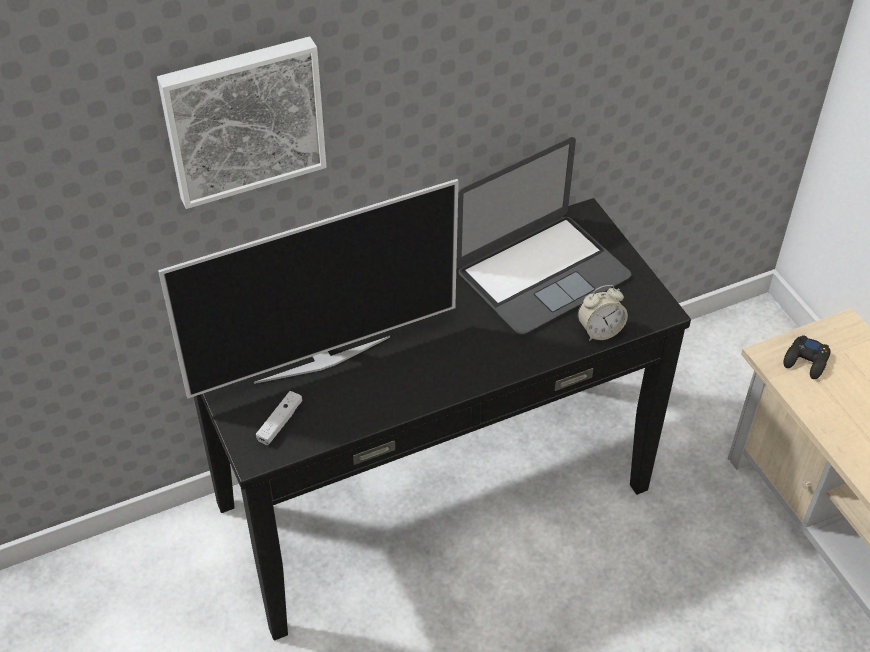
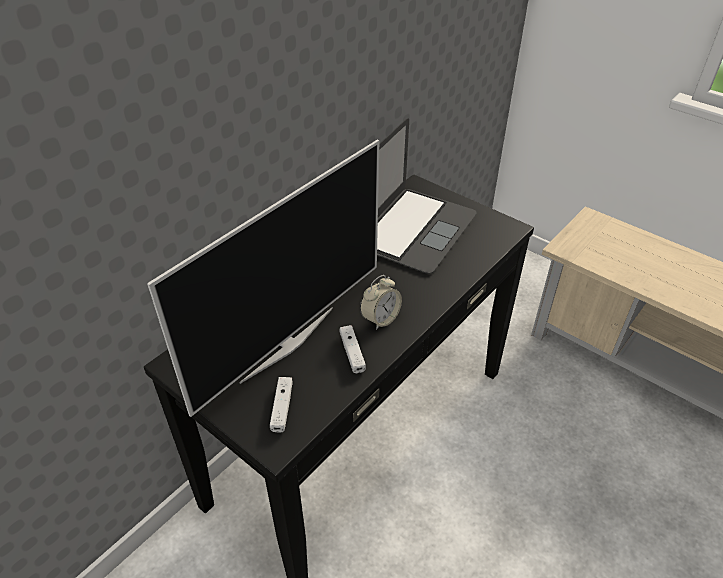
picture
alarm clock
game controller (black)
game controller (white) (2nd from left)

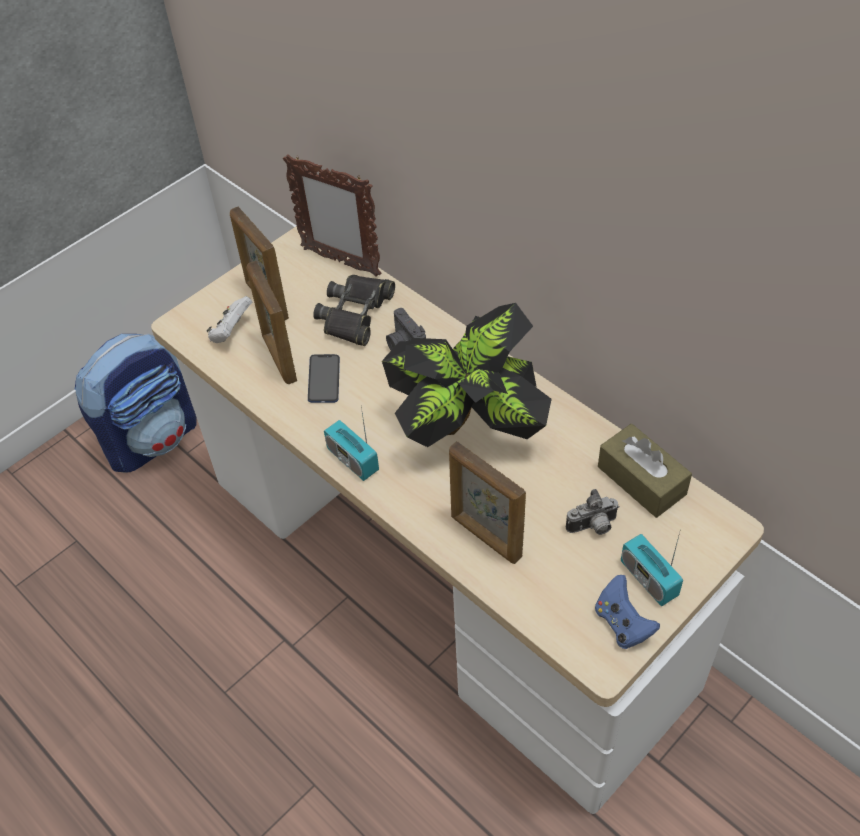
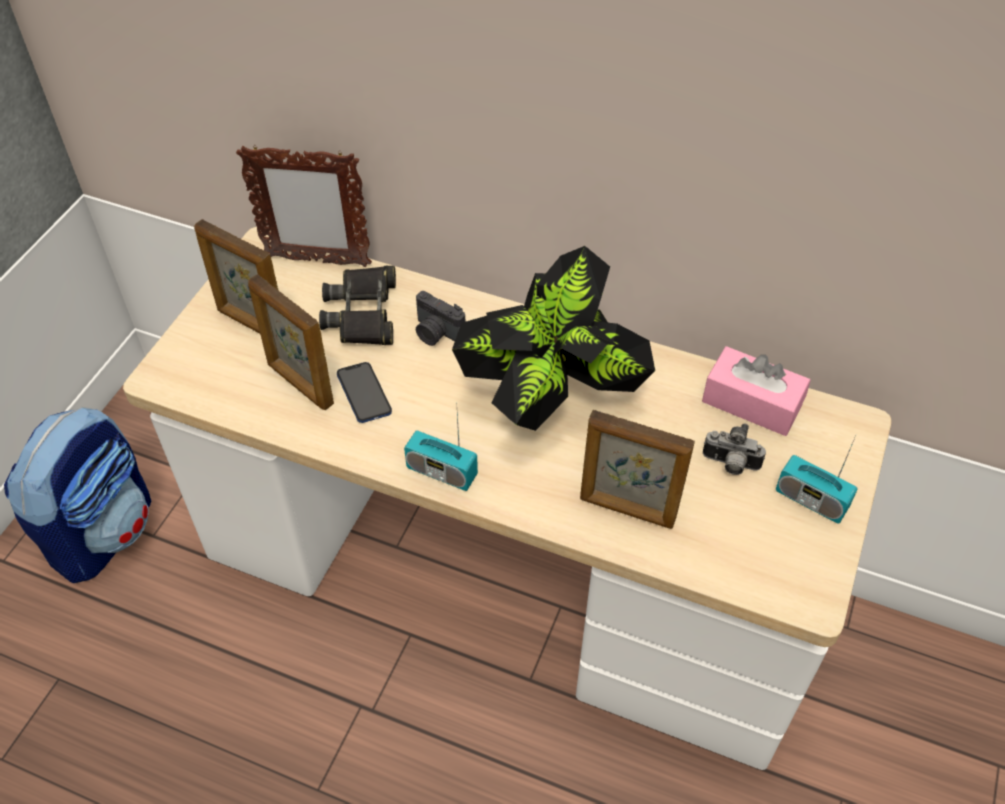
game controller (white)
photo camera (2nd from left)
game controller (blue)
tissue box (pink)

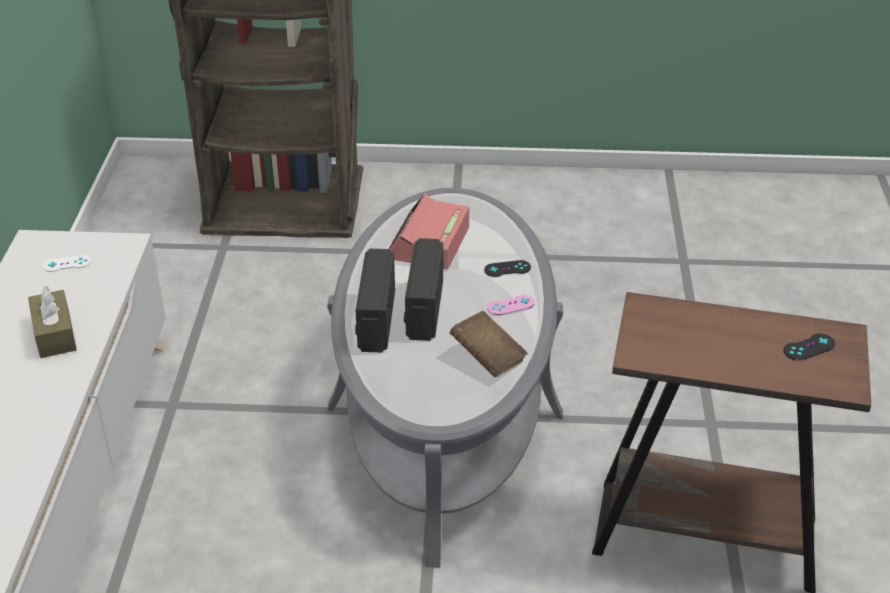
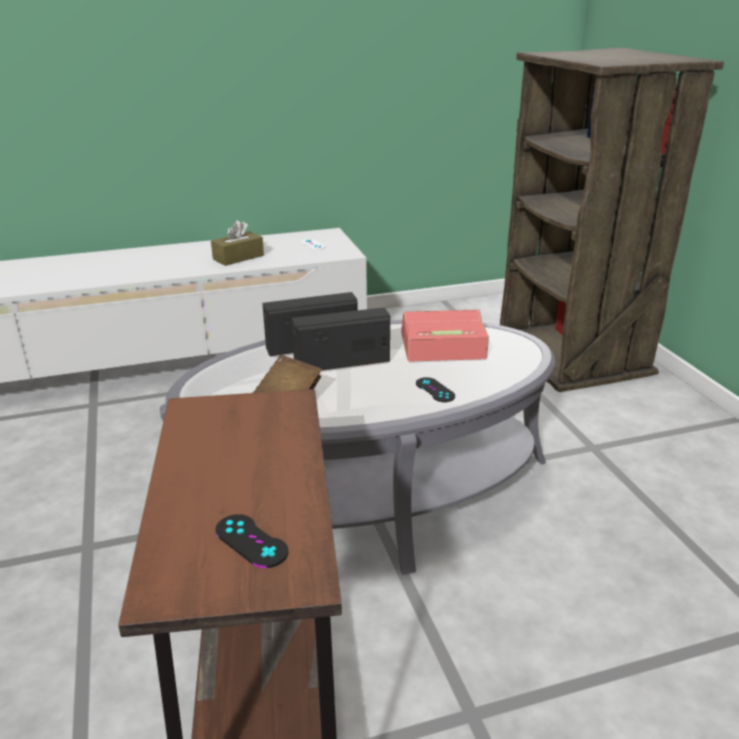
game controller (pink)

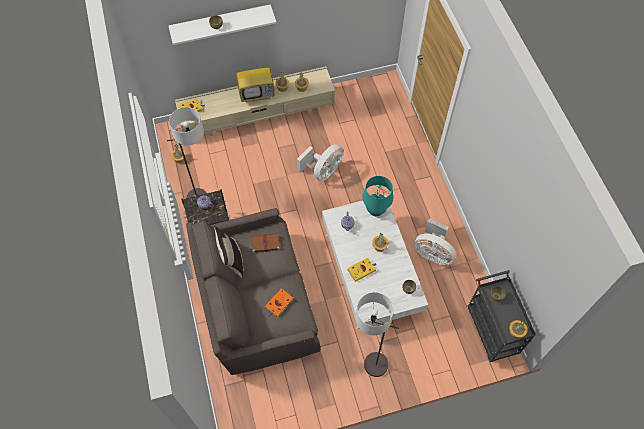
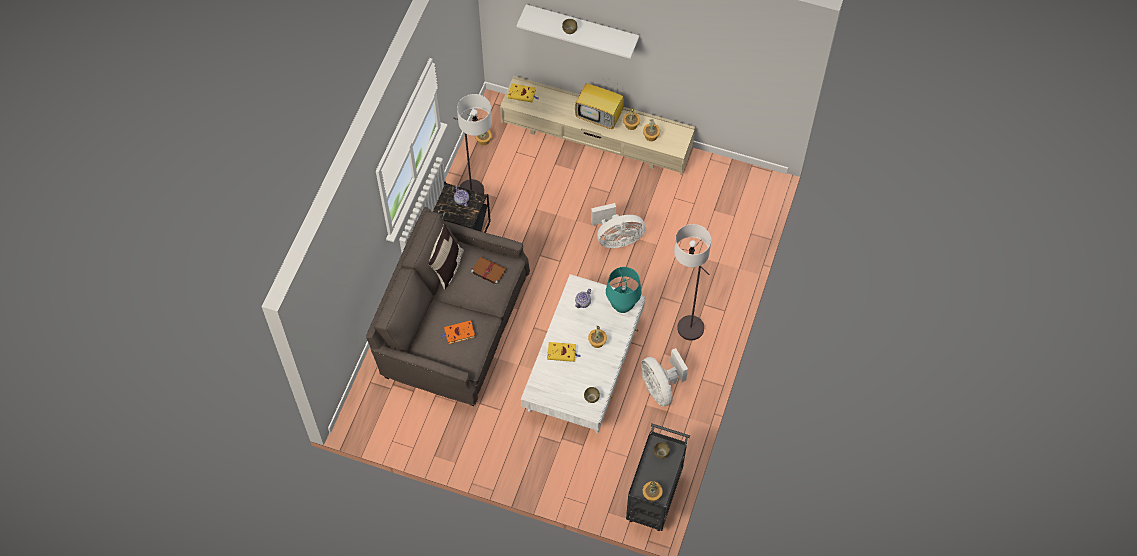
floor lamp (white) (2nd from left)

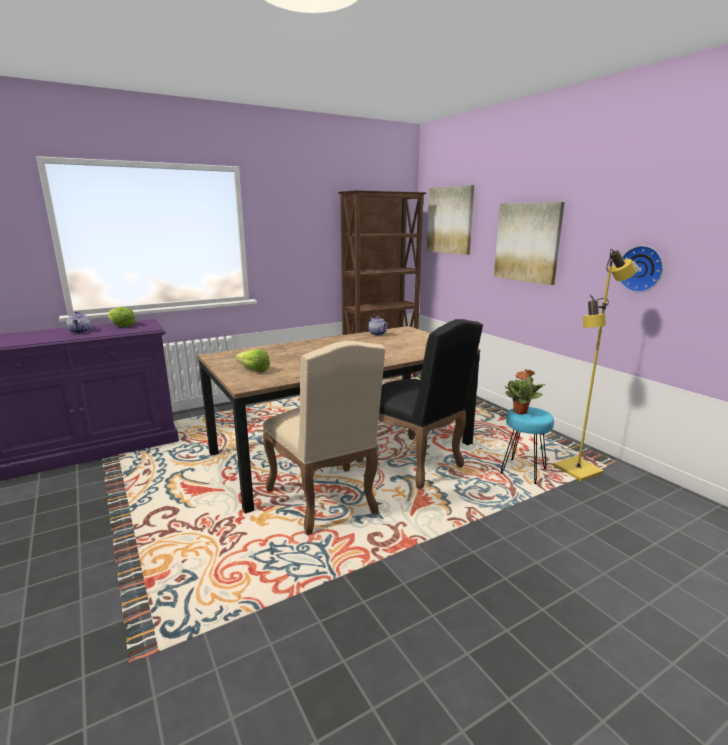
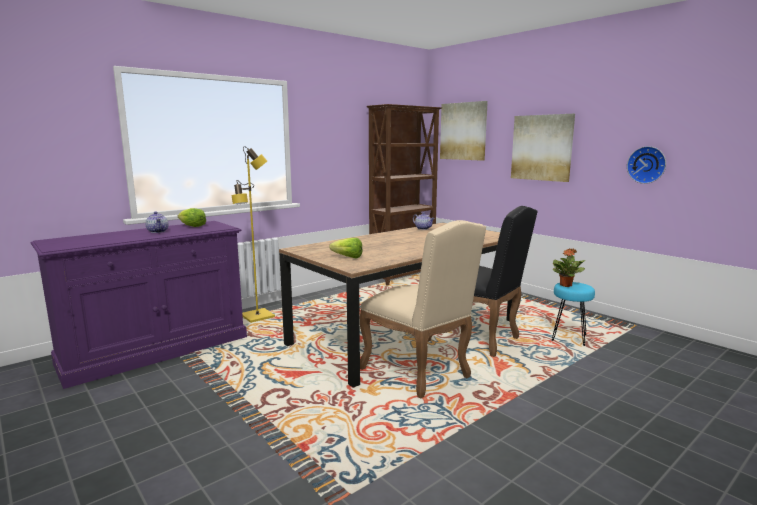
floor lamp (yellow)

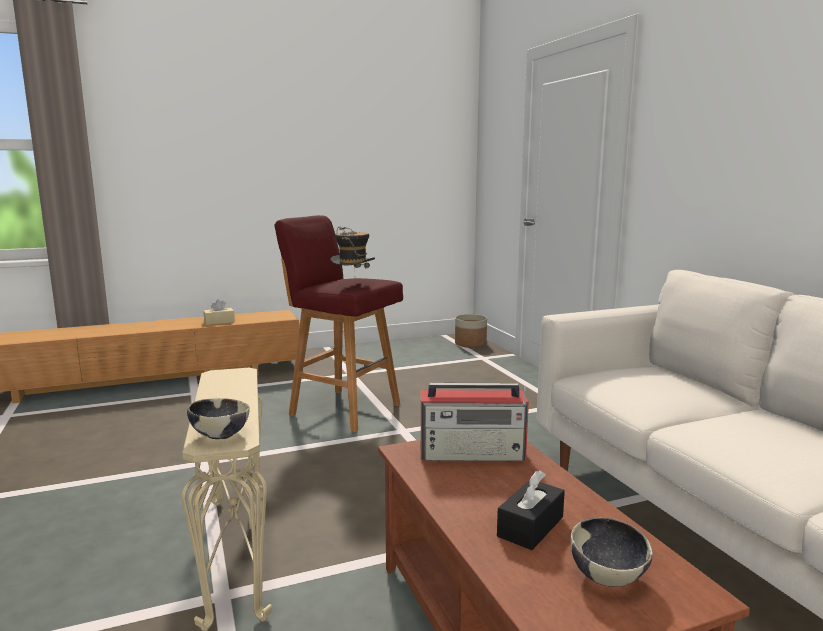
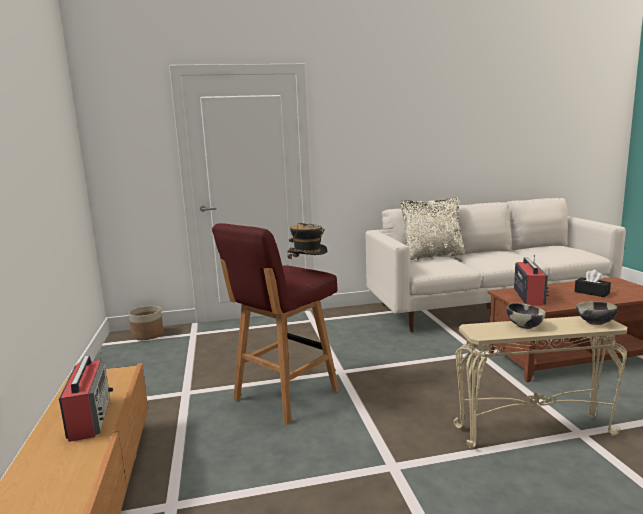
radio (1st from left)
bowl (1st from left)
pillow (beige)

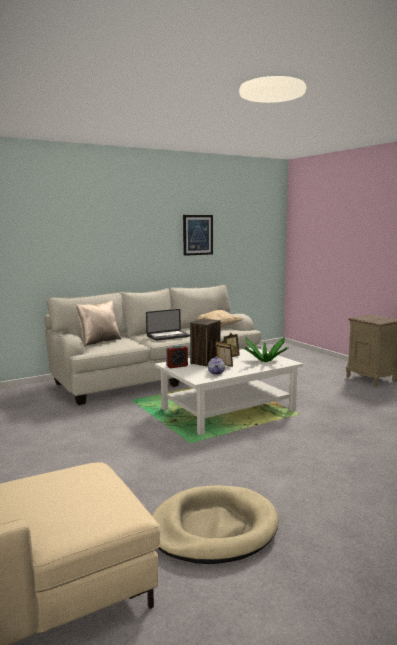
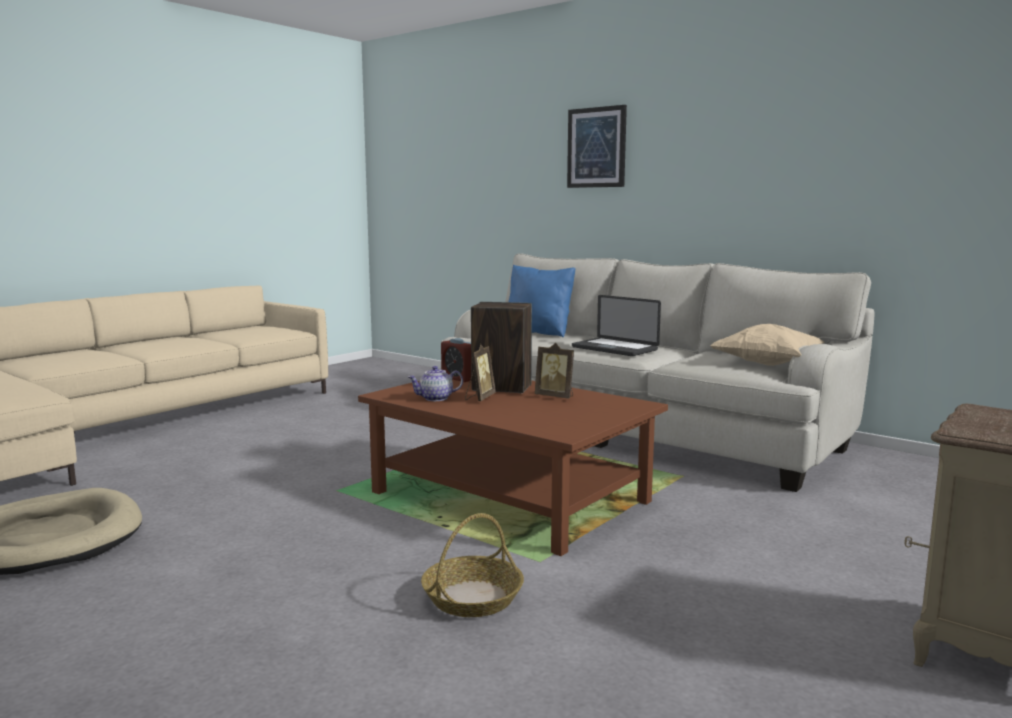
pillow (blue)
coffee table (brown)
picture
potted plant
basket

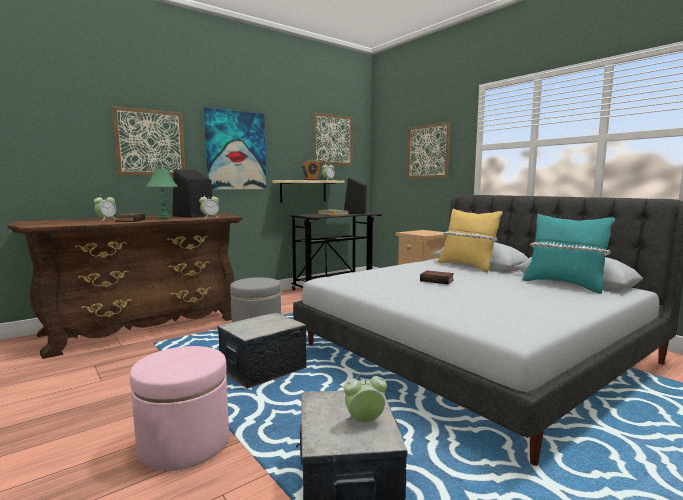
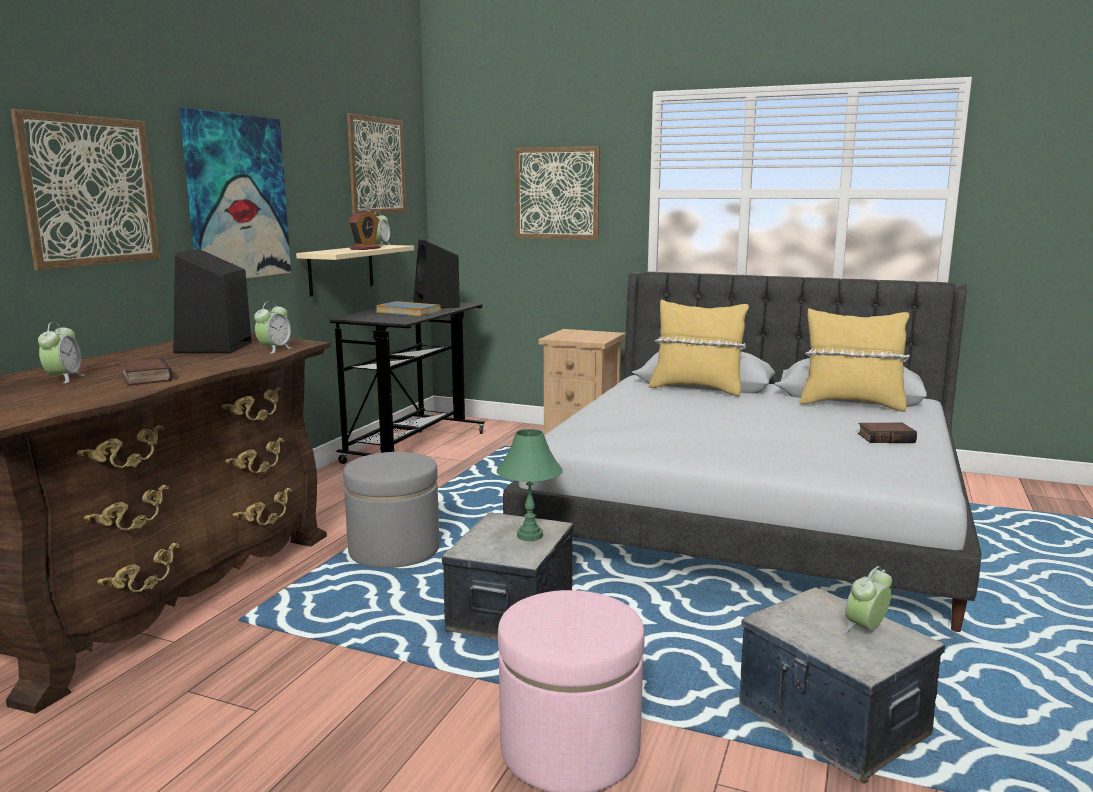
table lamp (green)
book (3rd from left)
pillow (yellow) (2nd from left)

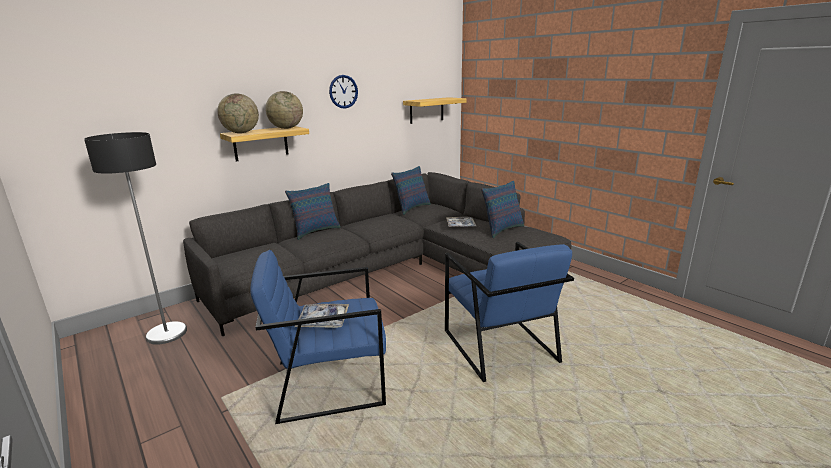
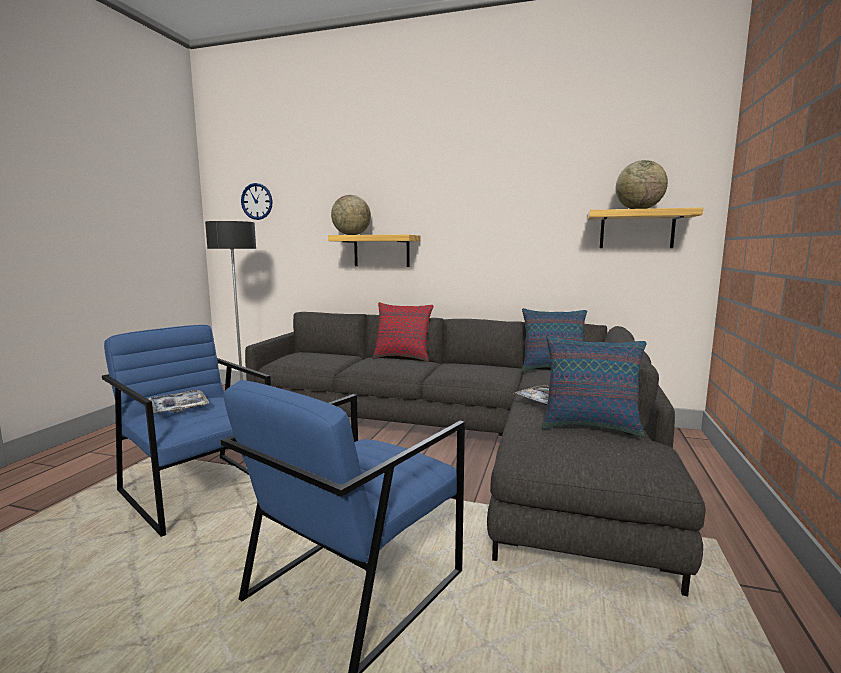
globe (2nd from left)
pillow (red)
wall clock

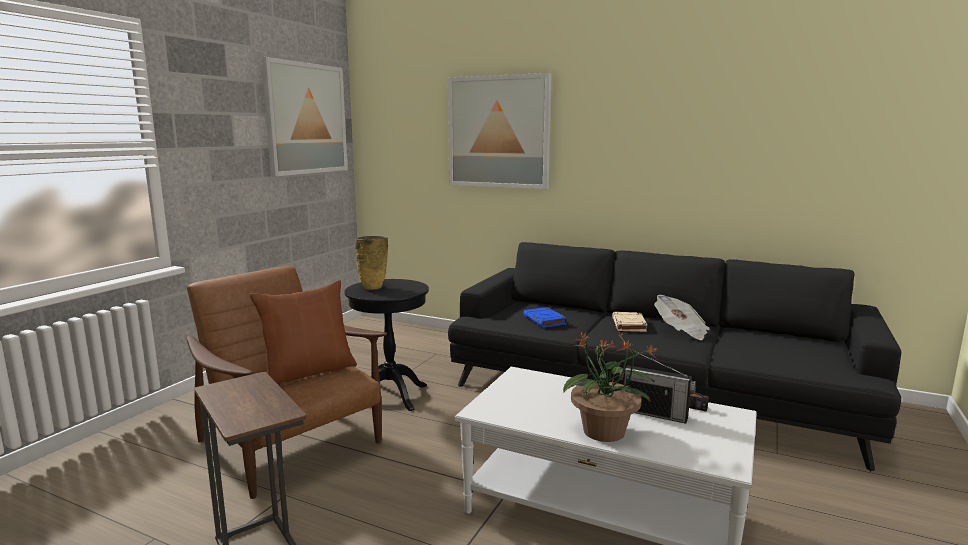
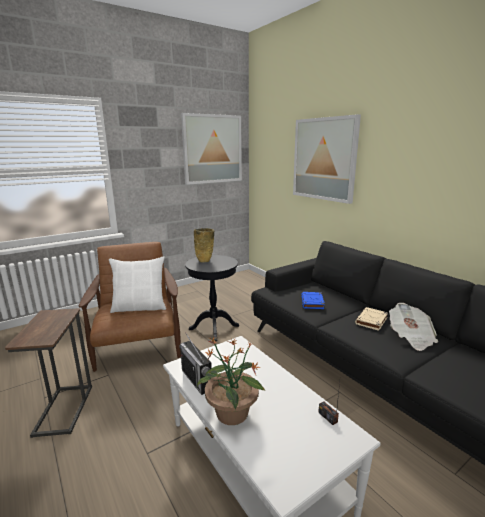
pillow (white)
radio (1st from left)

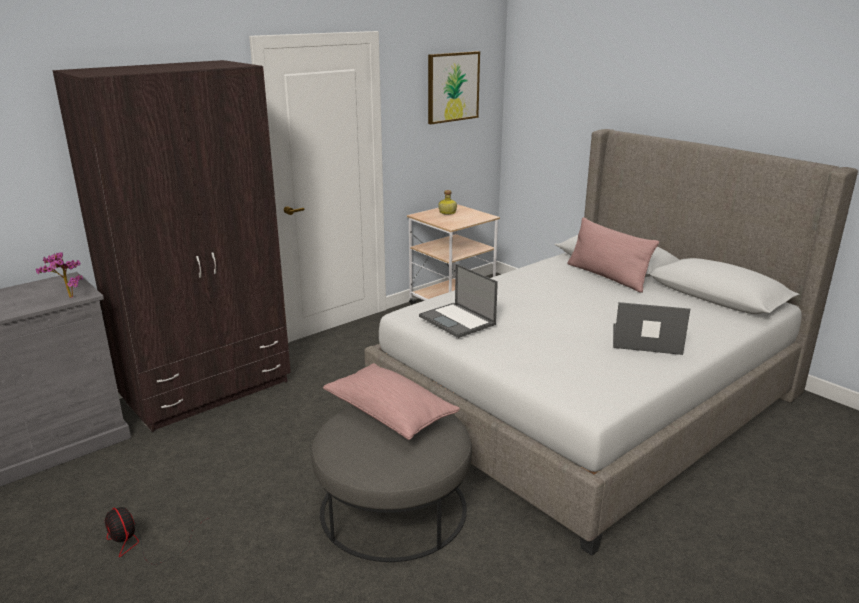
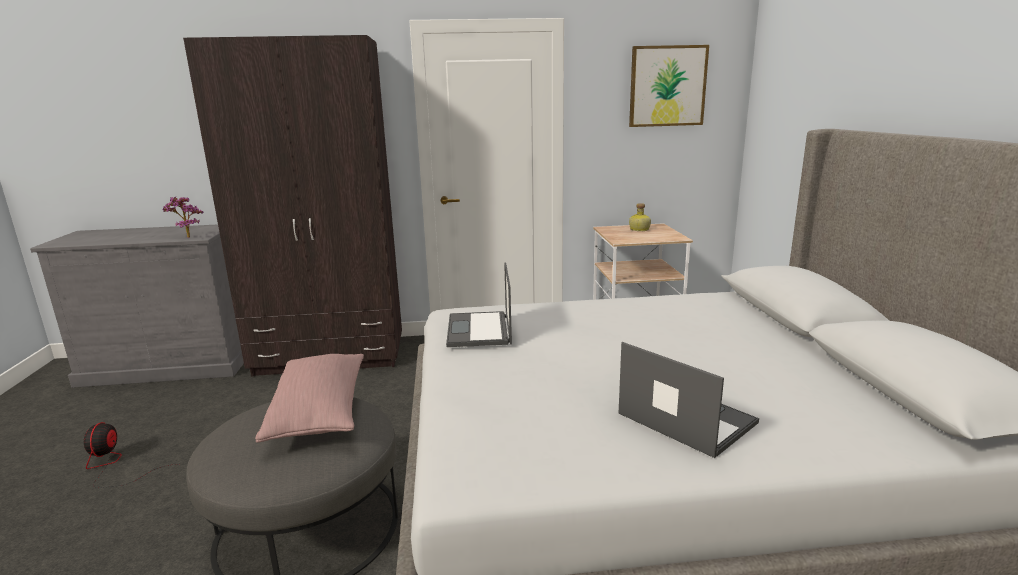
pillow (pink) (2nd from left in the first image)

